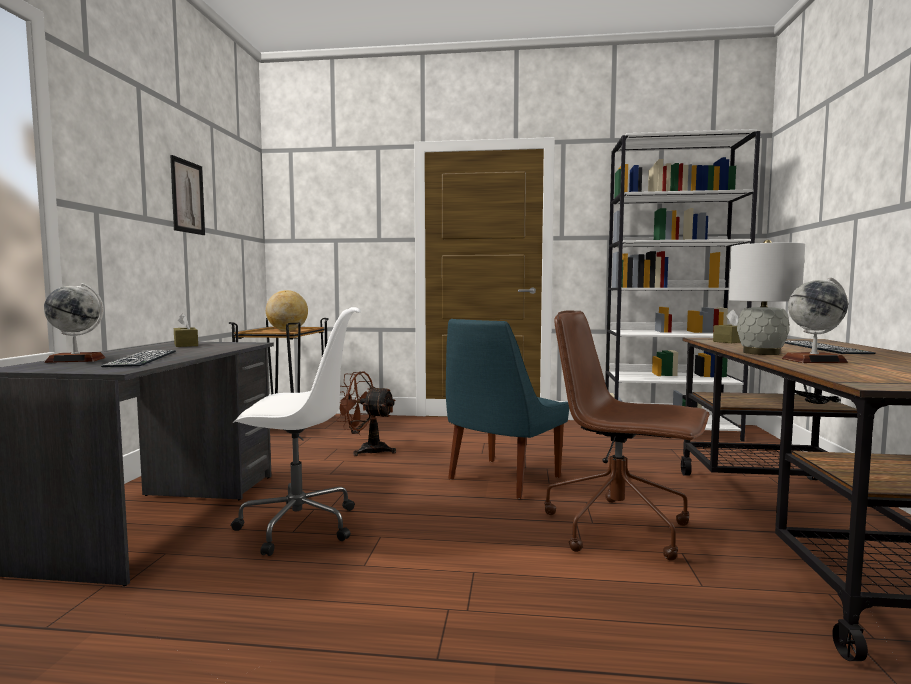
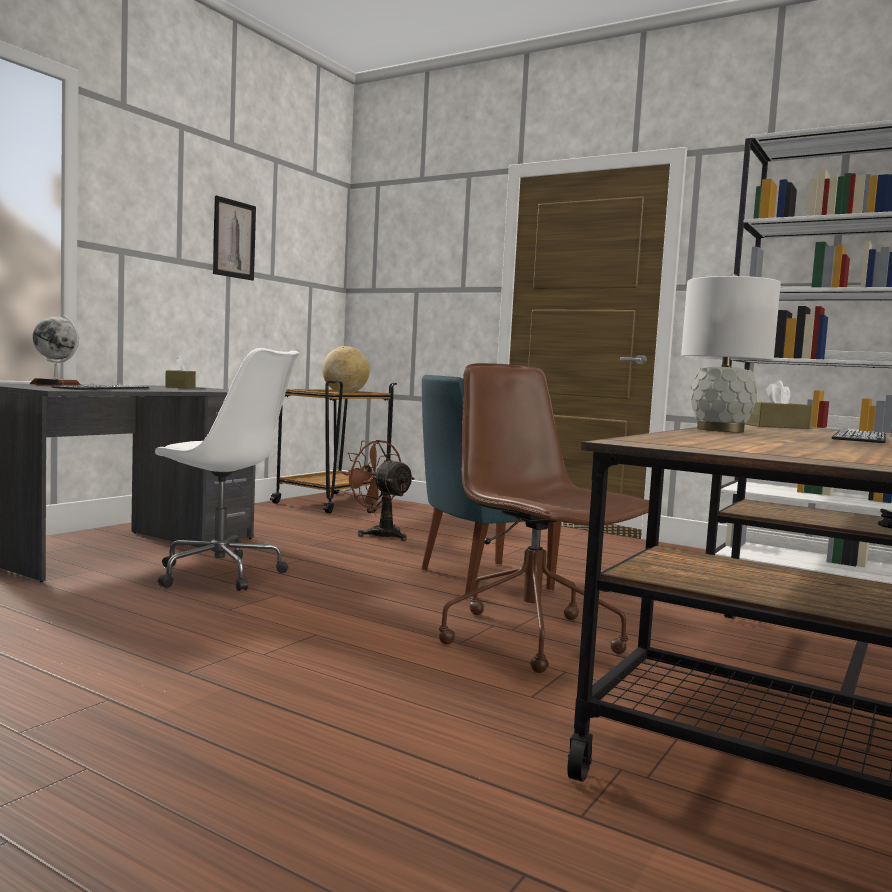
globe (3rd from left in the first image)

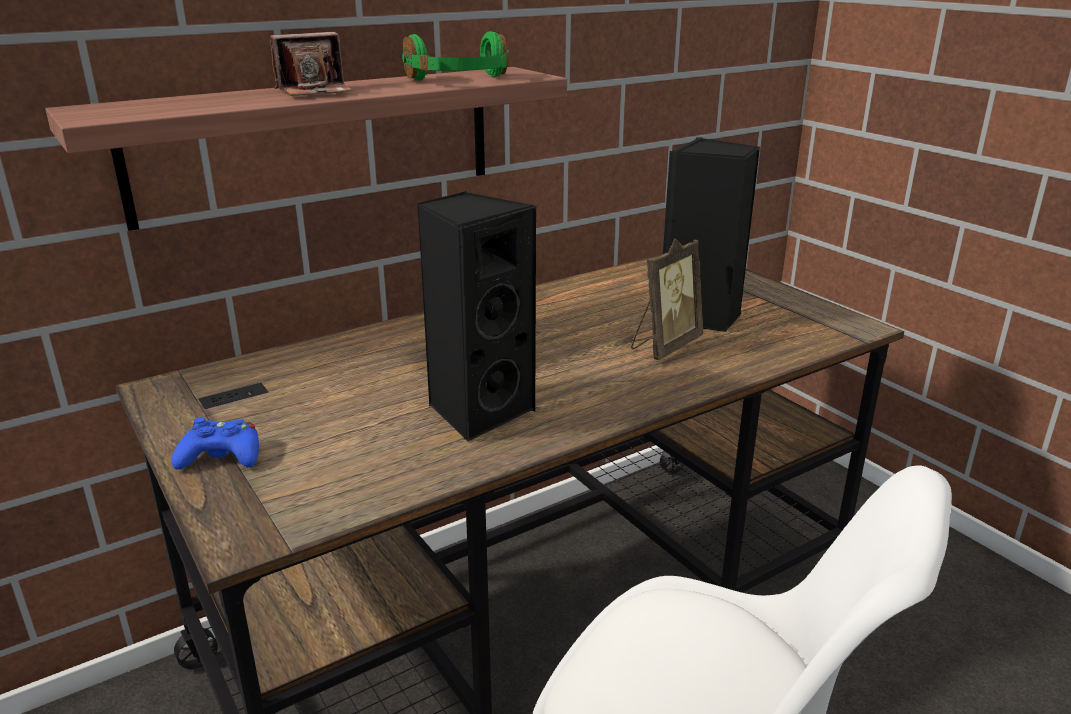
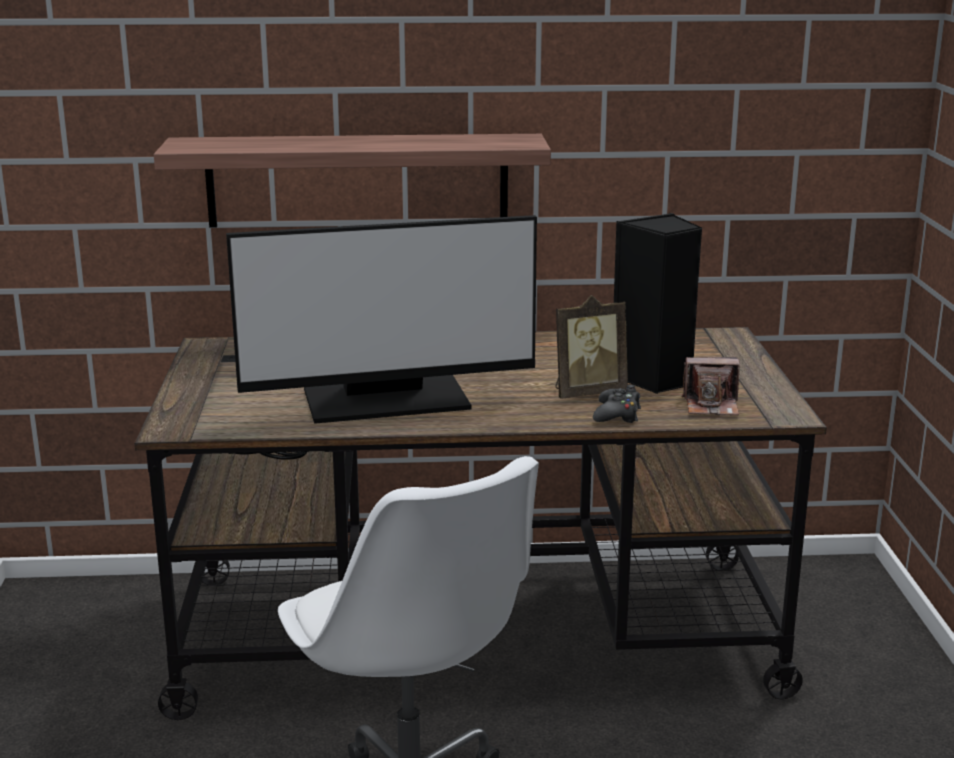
game controller (blue)
photo camera
headphones (green)
monitor
game controller (black)

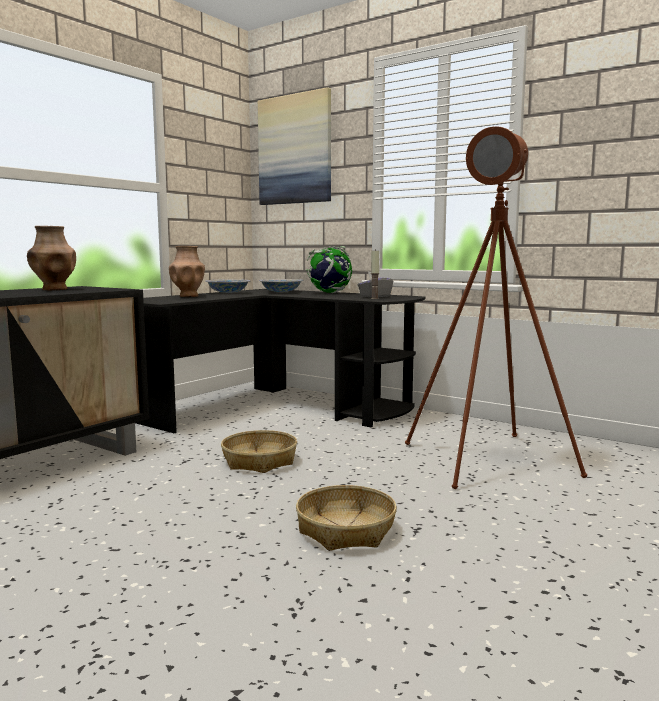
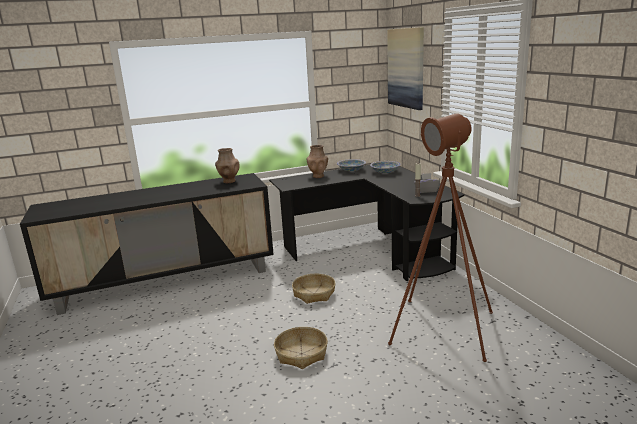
globe

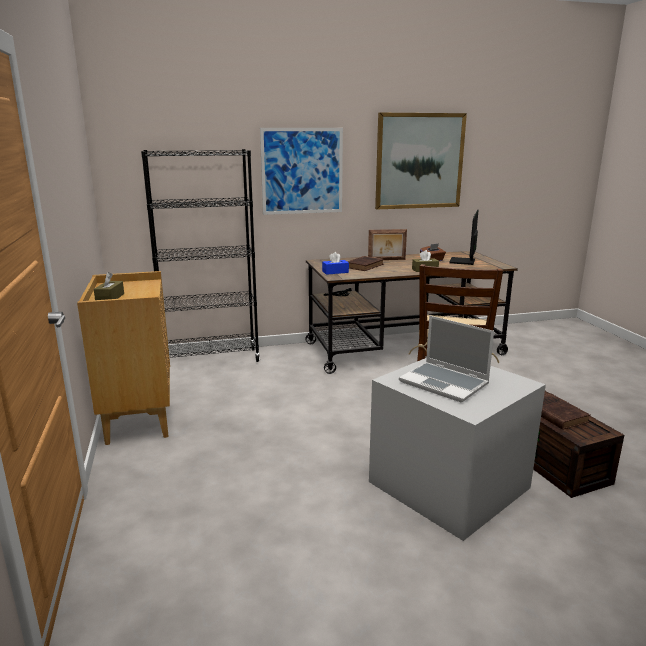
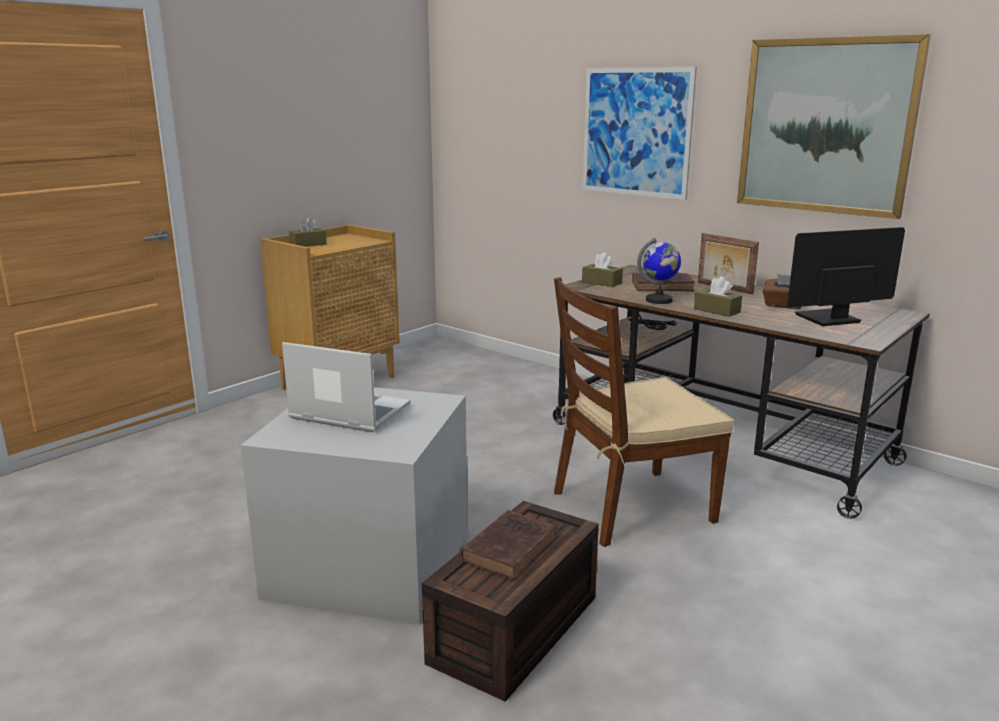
bookcase (black)
tissue box (brown) (2nd from left)
laptop
globe

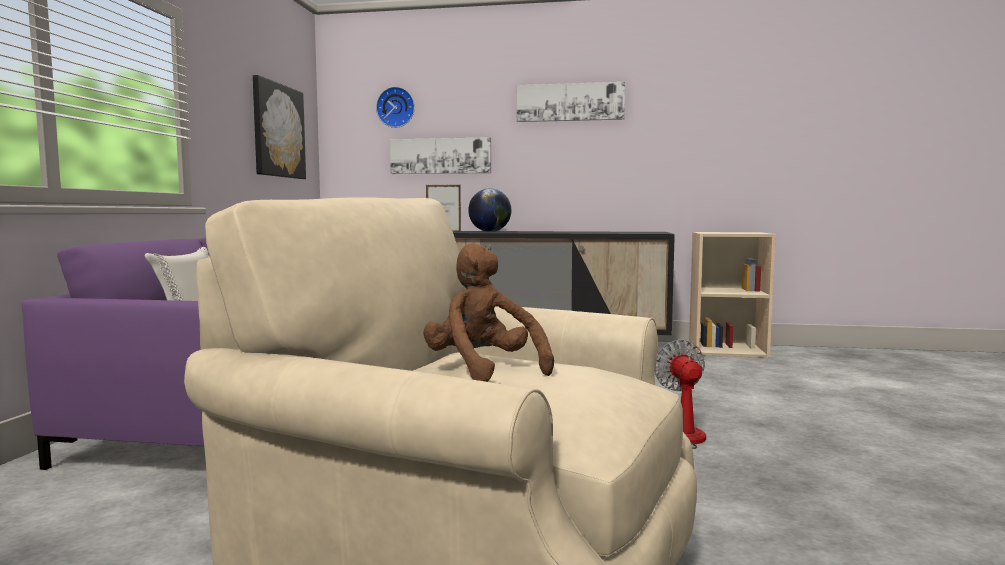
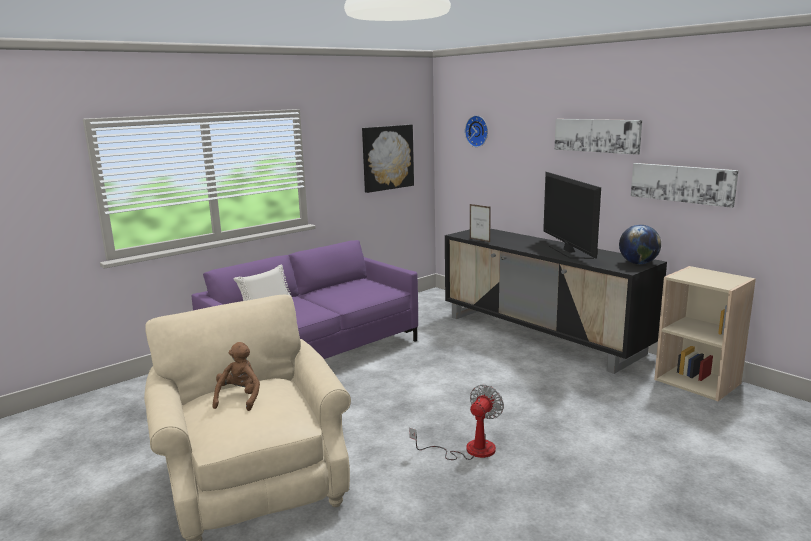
picture (3rd from left)
globe
television

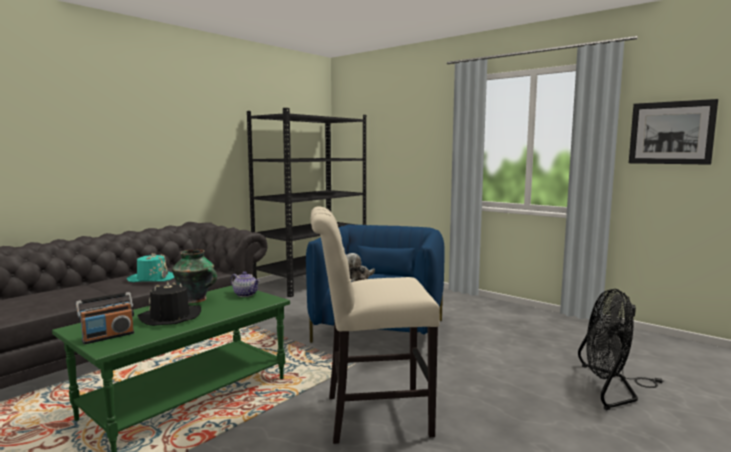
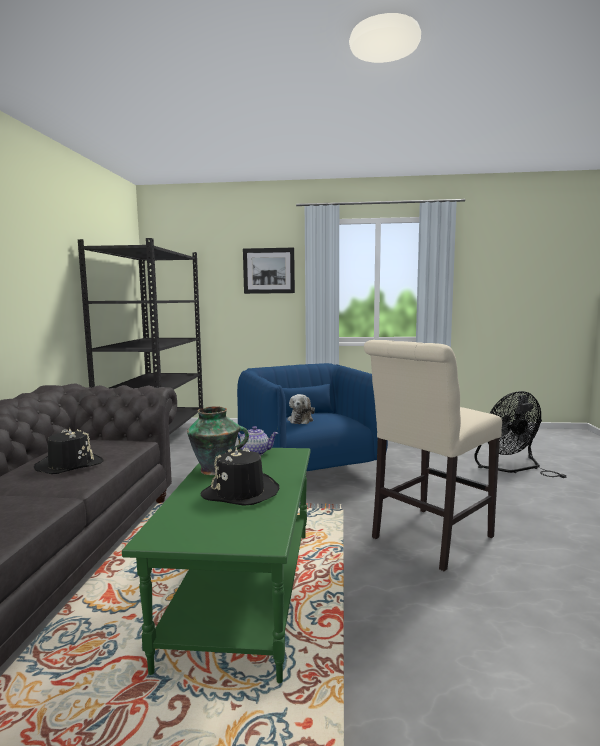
radio
hat (black) (1st from left)
fan (black)
picture

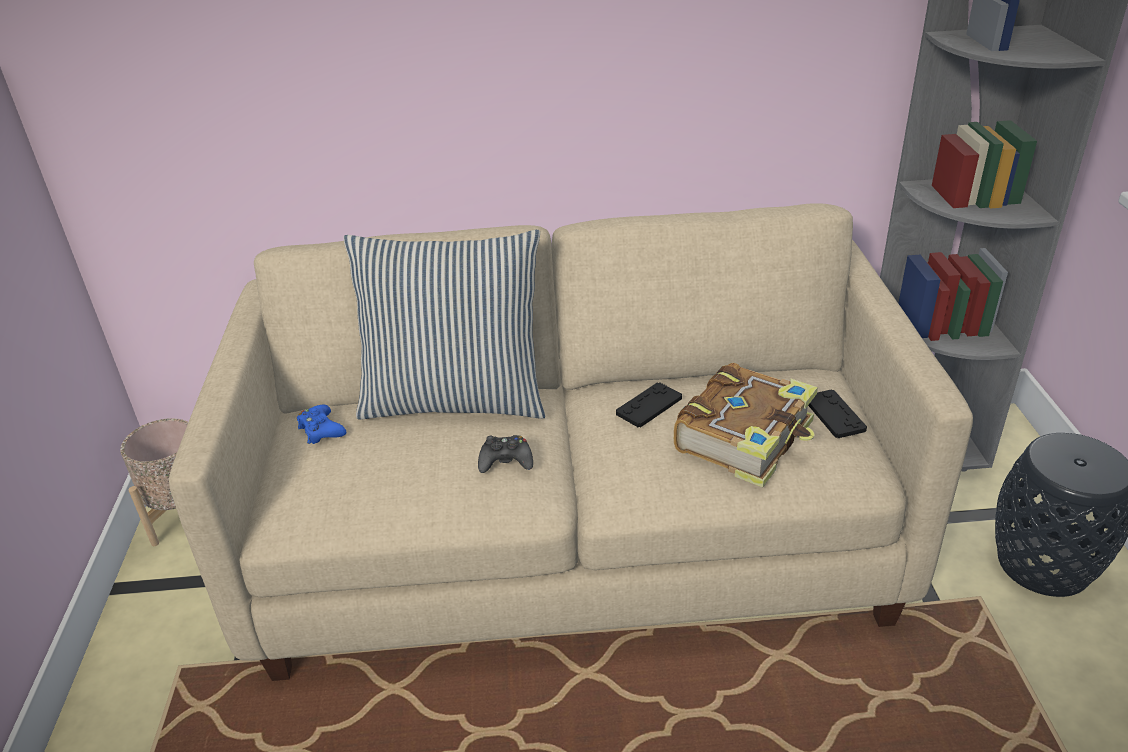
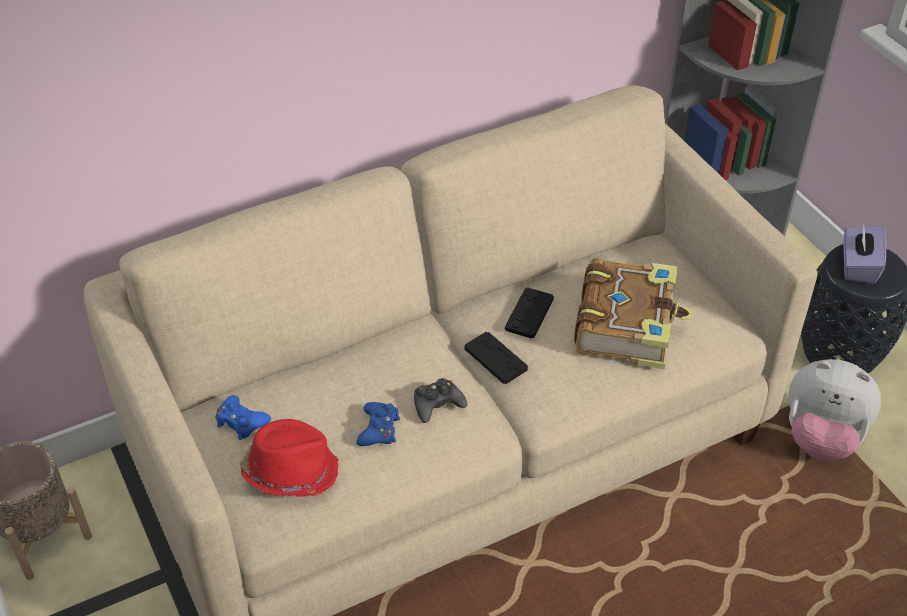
pillow
game controller (black) (2nd from left)
hat (red)
game controller (blue) (2nd from left)
plush toy
tissue box (purple)

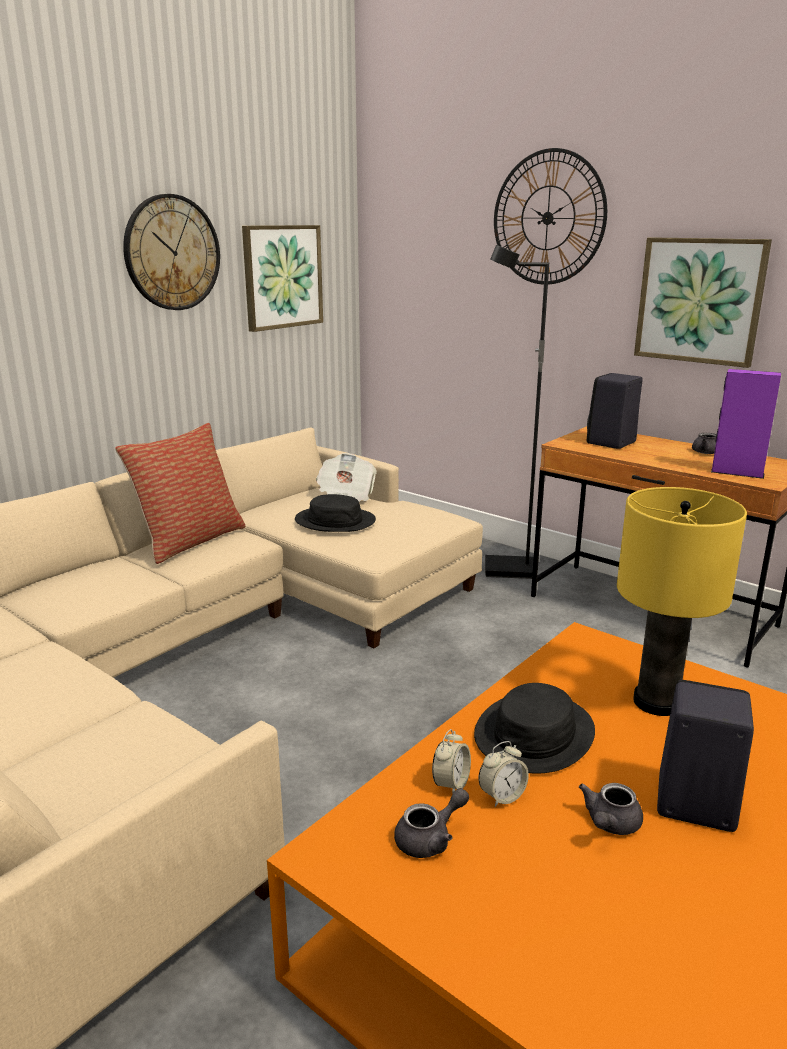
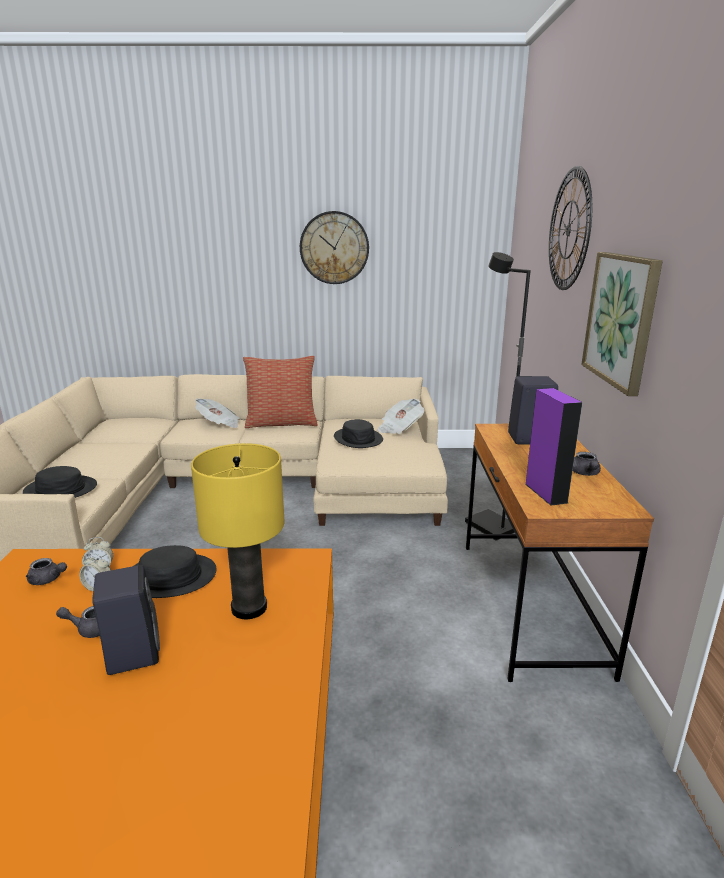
picture (1st from left in the first image)
hat (black) (1st from left)
newspaper (1st from left)

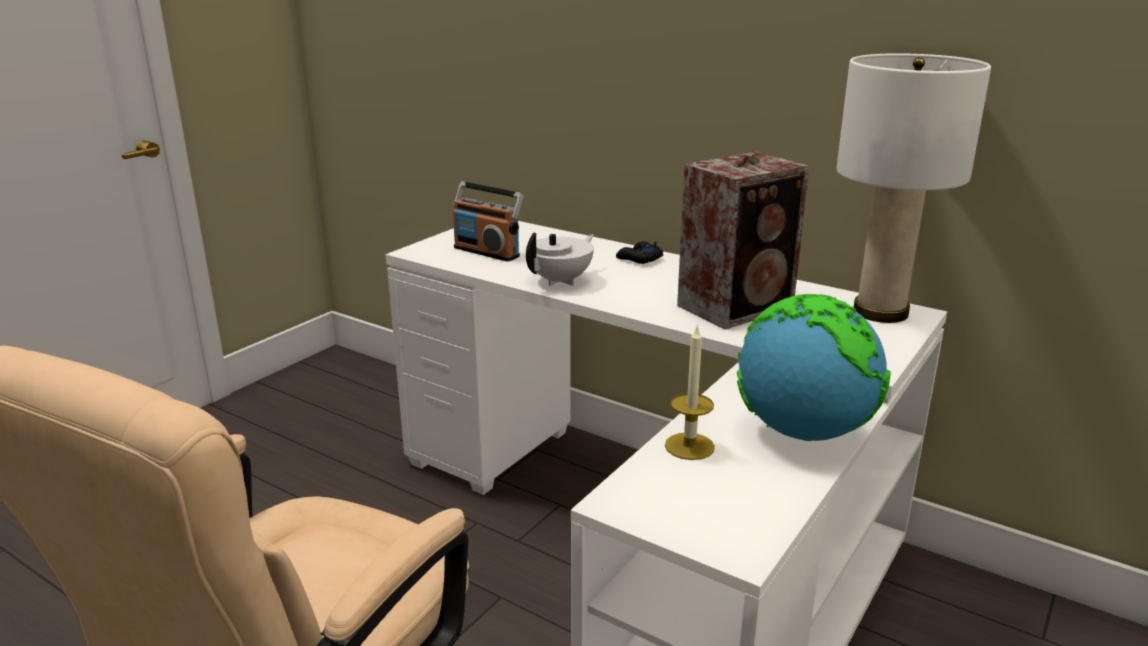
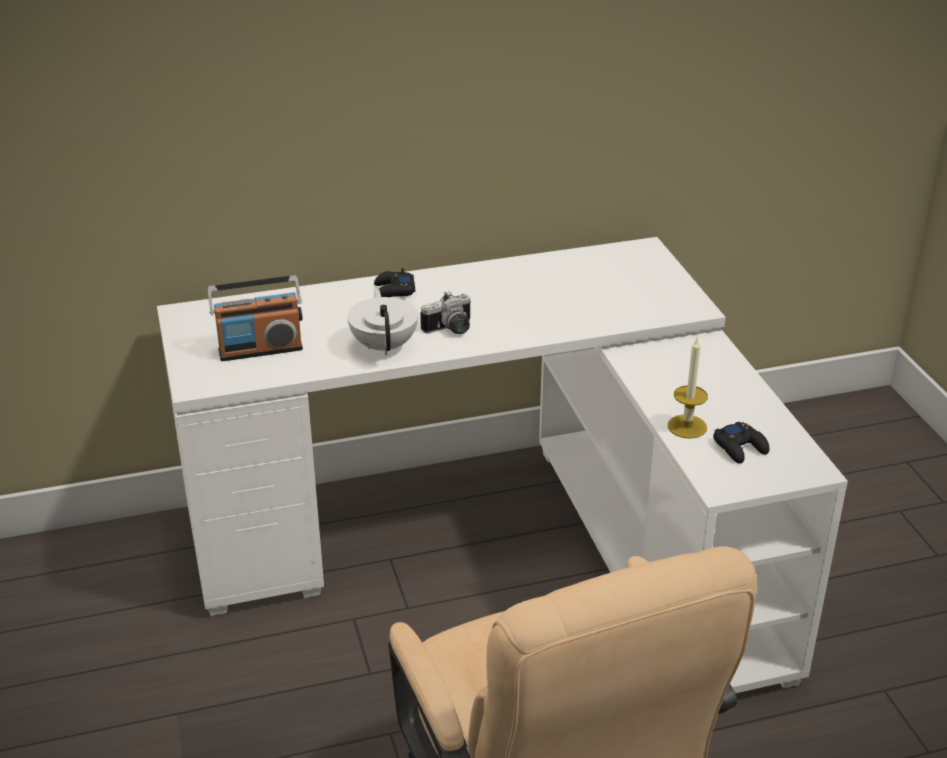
speaker
globe
table lamp (white)
photo camera
game controller (black) (2nd from left)

